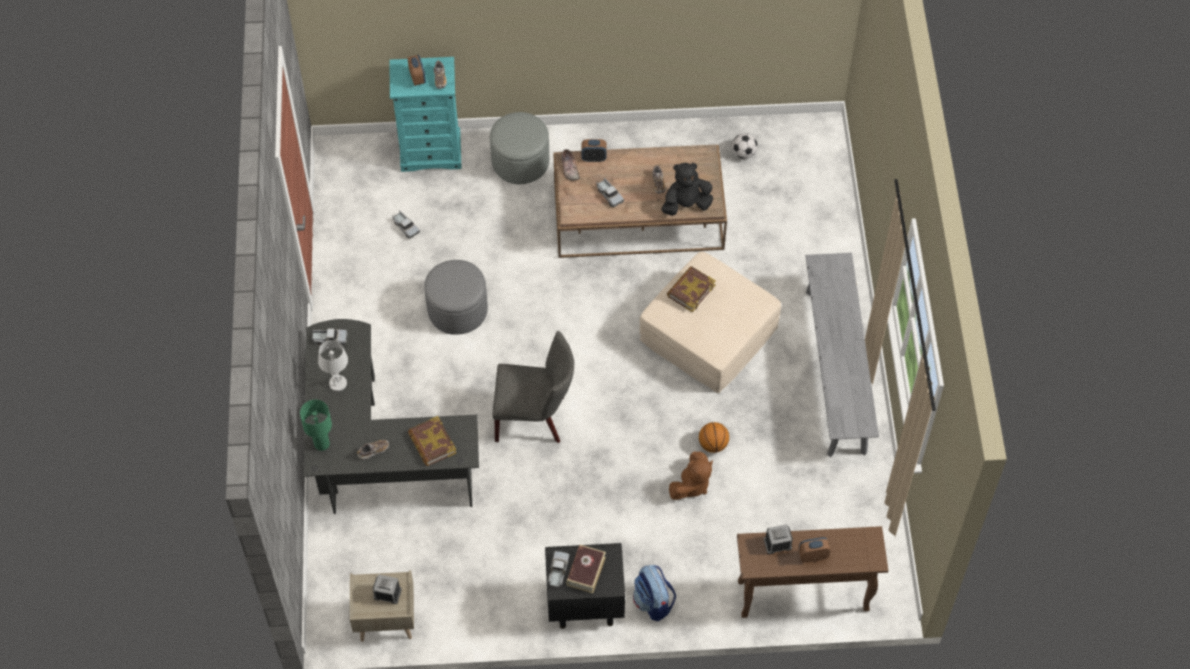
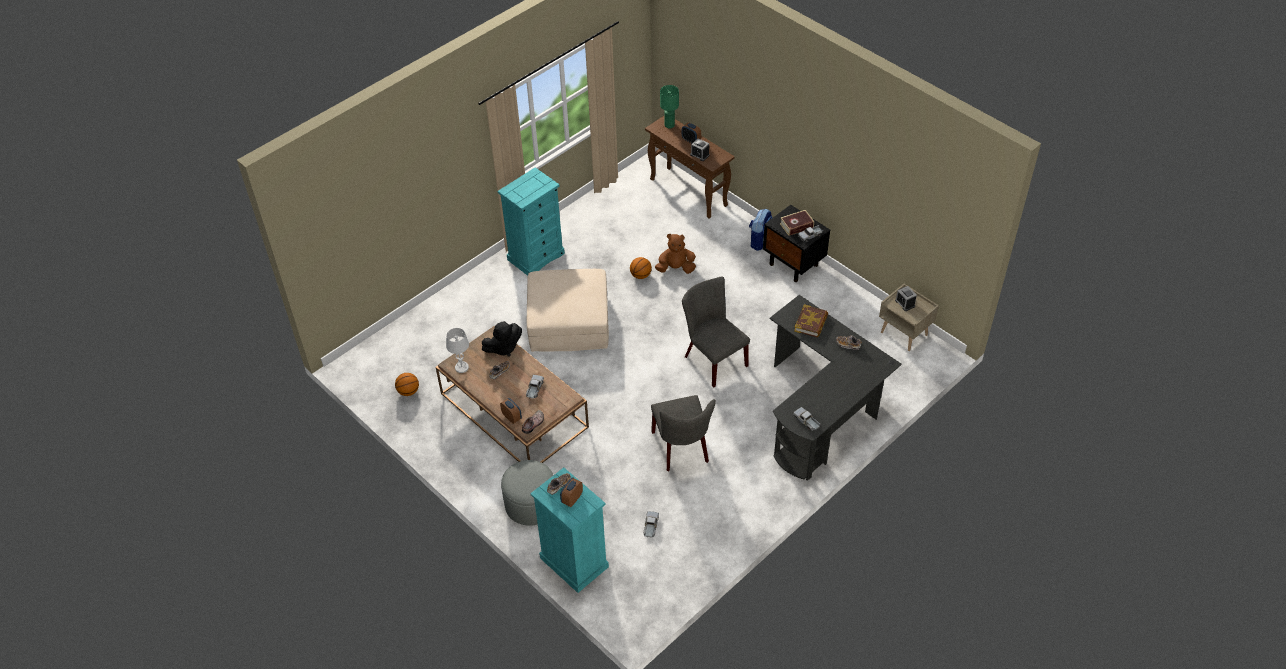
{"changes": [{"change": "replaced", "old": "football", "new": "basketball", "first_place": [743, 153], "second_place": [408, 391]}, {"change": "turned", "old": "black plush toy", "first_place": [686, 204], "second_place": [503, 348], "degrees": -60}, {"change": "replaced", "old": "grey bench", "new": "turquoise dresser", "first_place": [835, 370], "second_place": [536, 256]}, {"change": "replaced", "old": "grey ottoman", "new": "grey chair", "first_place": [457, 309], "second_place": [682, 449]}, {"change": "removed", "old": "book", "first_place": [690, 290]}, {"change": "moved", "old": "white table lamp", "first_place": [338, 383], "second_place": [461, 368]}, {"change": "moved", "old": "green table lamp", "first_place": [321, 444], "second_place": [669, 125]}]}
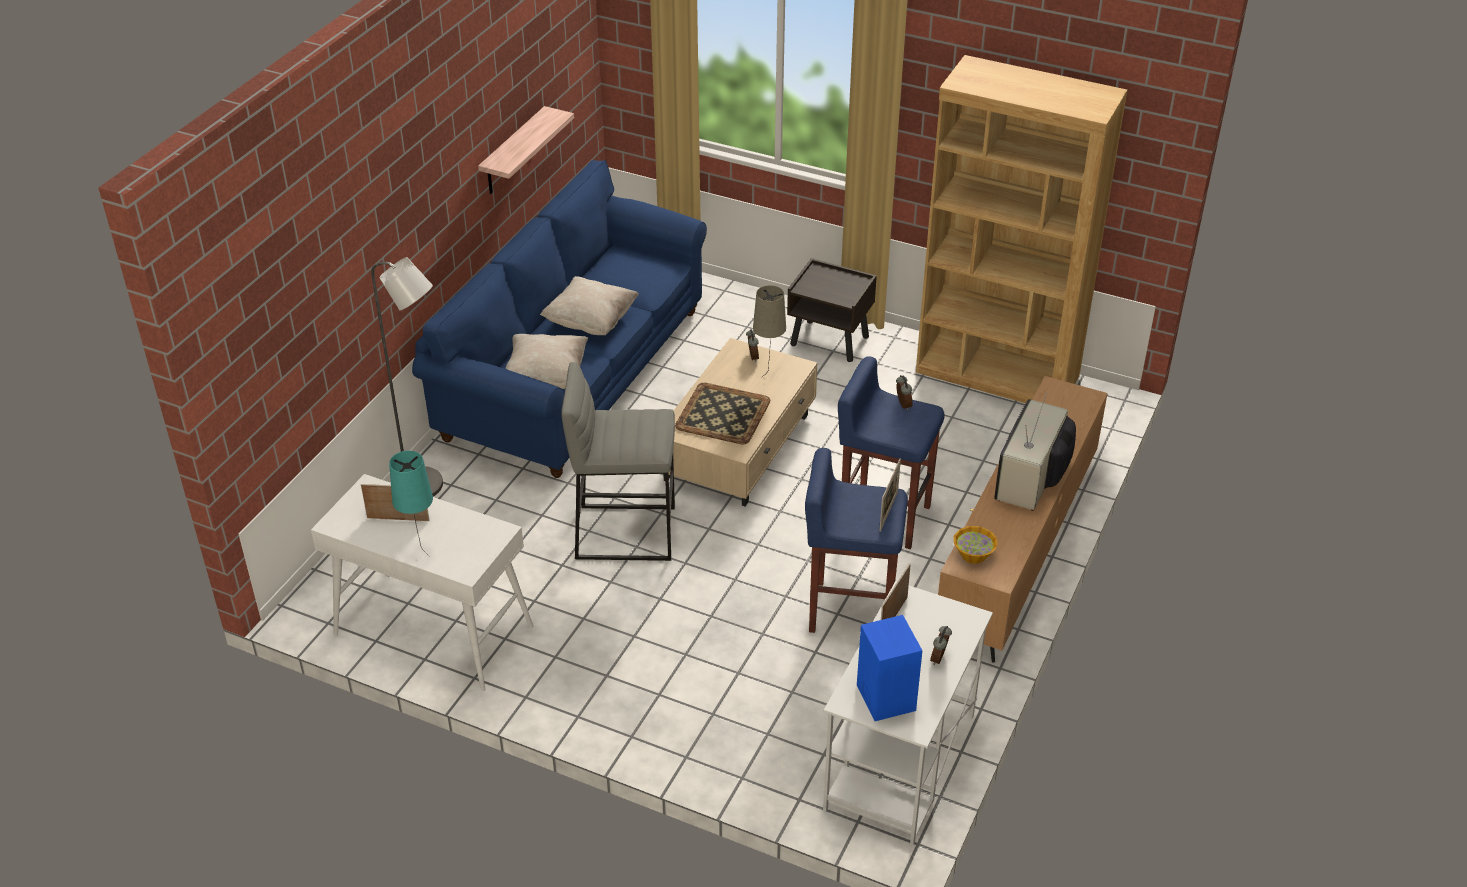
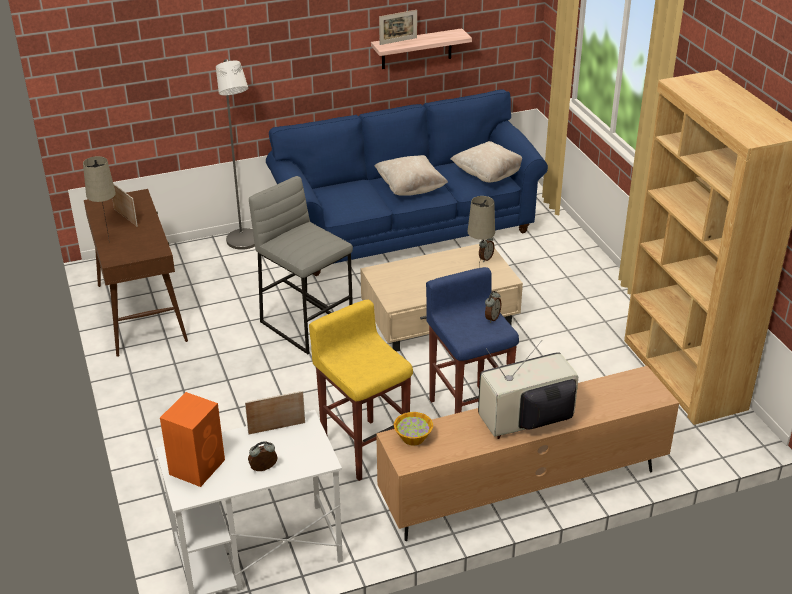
{"changes": [{"change": "removed", "old": "brown nightstand", "first_place": [830, 341]}, {"change": "moved", "old": "beige pillow", "first_place": [546, 377], "second_place": [488, 175]}, {"change": "removed", "old": "tray", "first_place": [722, 414]}, {"change": "recoloured", "old": "blue stool", "new": "yellow stool", "first_place": [850, 610], "second_place": [365, 448]}, {"change": "recoloured", "old": "turquoise table lamp", "new": "beige table lamp", "first_place": [421, 552], "second_place": [108, 238]}, {"change": "moved", "old": "picture frame", "first_place": [888, 511], "second_place": [398, 41]}, {"change": "recoloured", "old": "white console table", "new": "brown console table", "first_place": [432, 631], "second_place": [140, 312]}, {"change": "recoloured", "old": "blue speaker", "new": "orange speaker", "first_place": [885, 696], "second_place": [198, 466]}]}
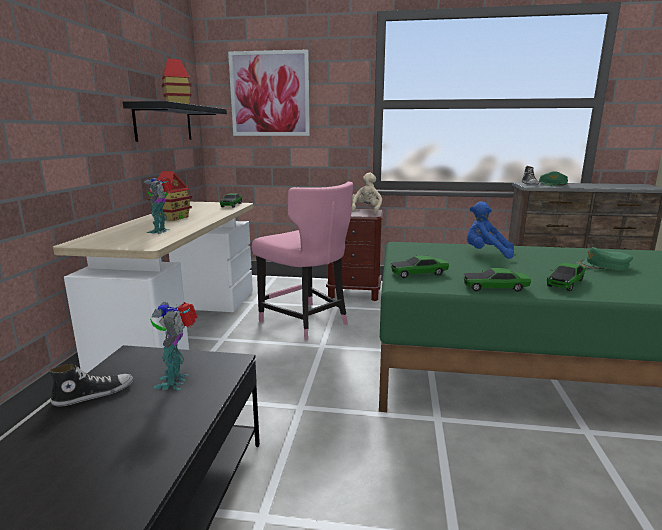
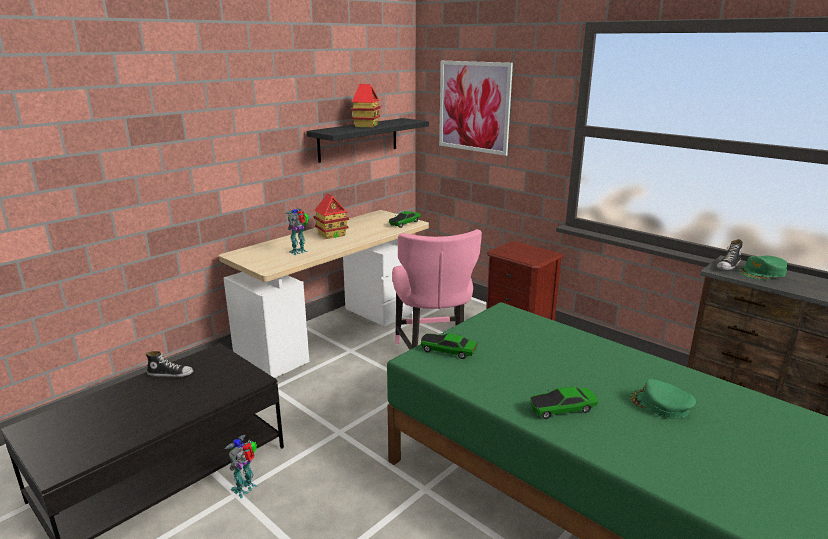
{"changes": [{"change": "removed", "old": "beige plush toy", "first_place": [366, 210]}, {"change": "removed", "old": "blue plush toy", "first_place": [486, 254]}, {"change": "removed", "old": "toy car", "first_place": [494, 288]}, {"change": "moved", "old": "toy robot", "first_place": [176, 381], "second_place": [246, 488]}]}
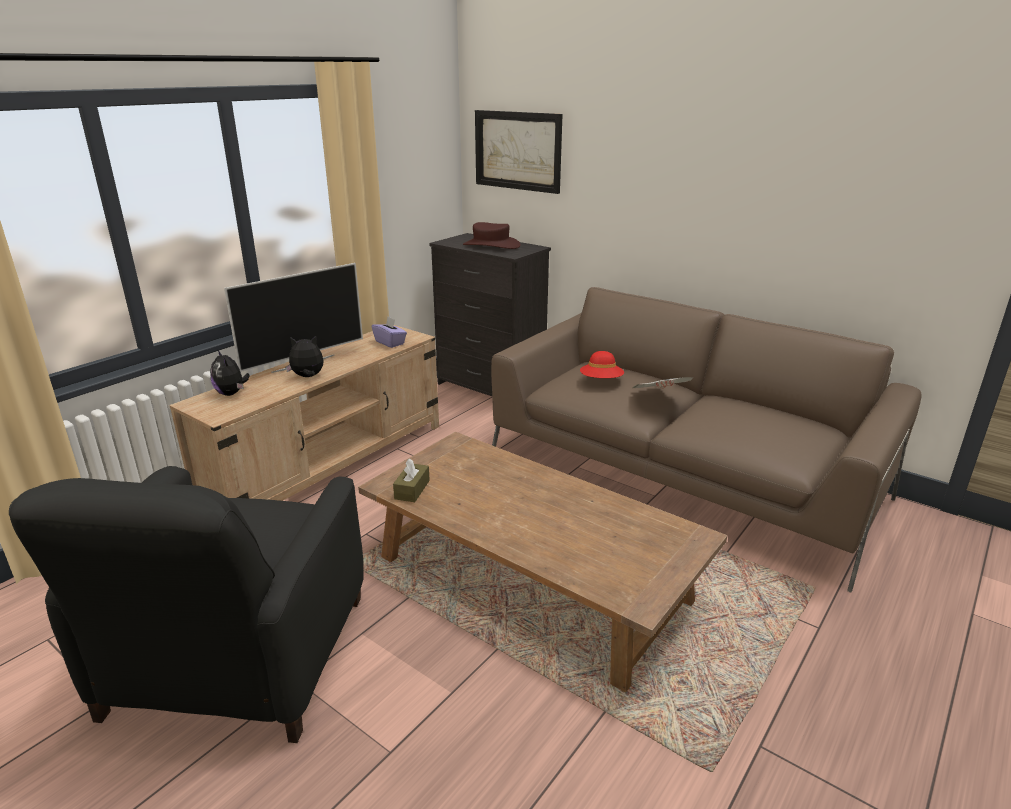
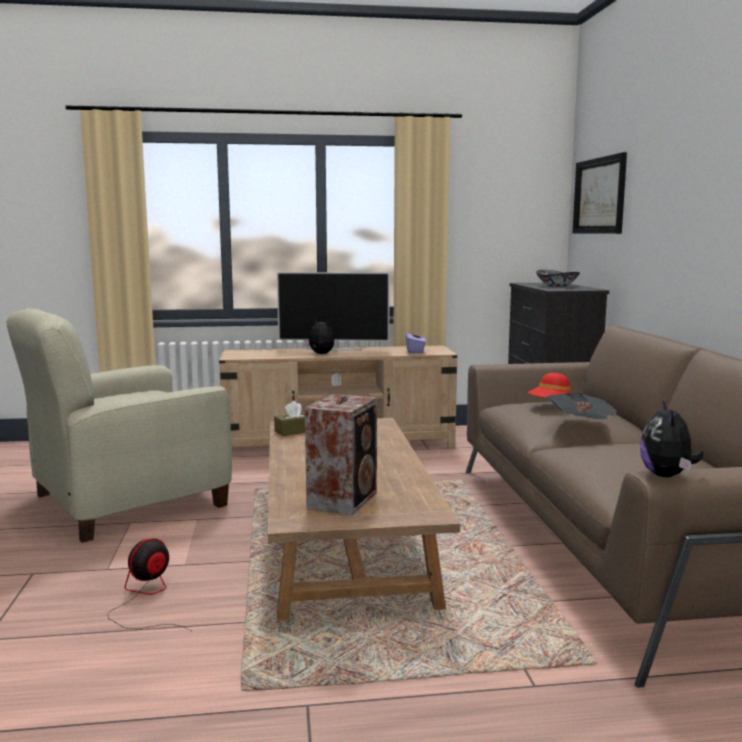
{"changes": [{"change": "replaced", "old": "brown hat", "new": "bowl", "first_place": [491, 245], "second_place": [556, 286]}, {"change": "moved", "old": "plush toy", "first_place": [232, 393], "second_place": [667, 476]}, {"change": "recoloured", "old": "black armchair", "new": "beige armchair", "first_place": [238, 657], "second_place": [127, 501]}, {"change": "added", "new": "speaker", "second_place": [344, 499]}, {"change": "added", "new": "fan", "second_place": [147, 598]}]}
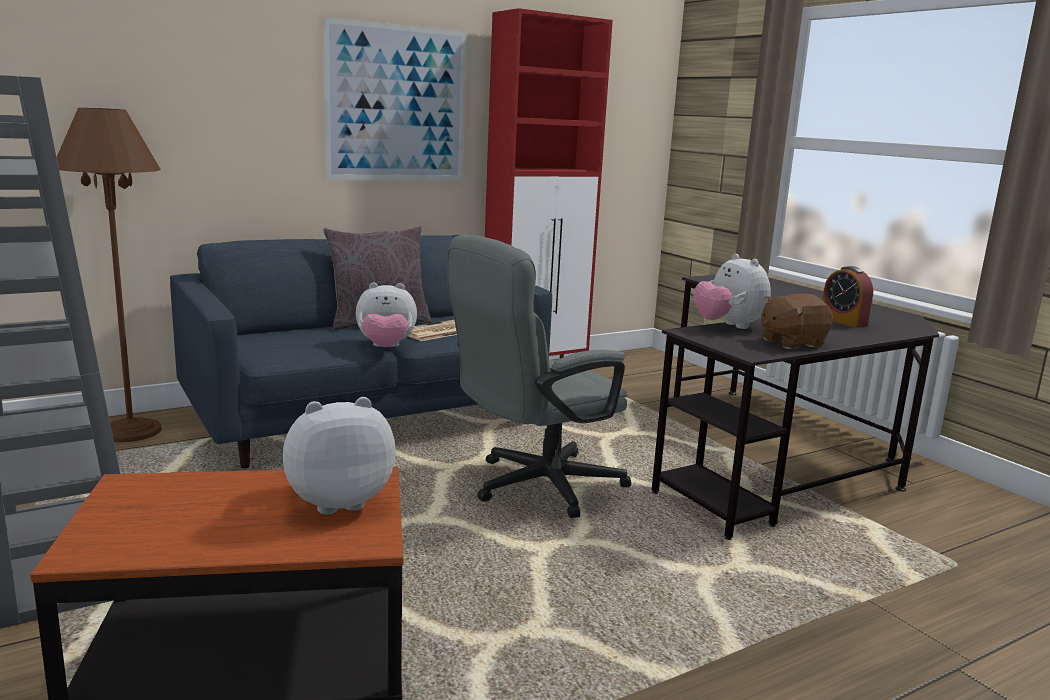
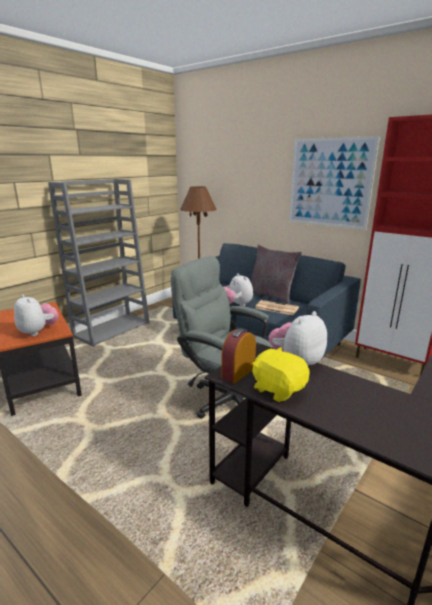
{"changes": [{"change": "moved", "old": "alarm clock", "first_place": [843, 321], "second_place": [238, 372]}, {"change": "recoloured", "old": "brown plush toy", "new": "yellow plush toy", "first_place": [791, 342], "second_place": [278, 389]}]}
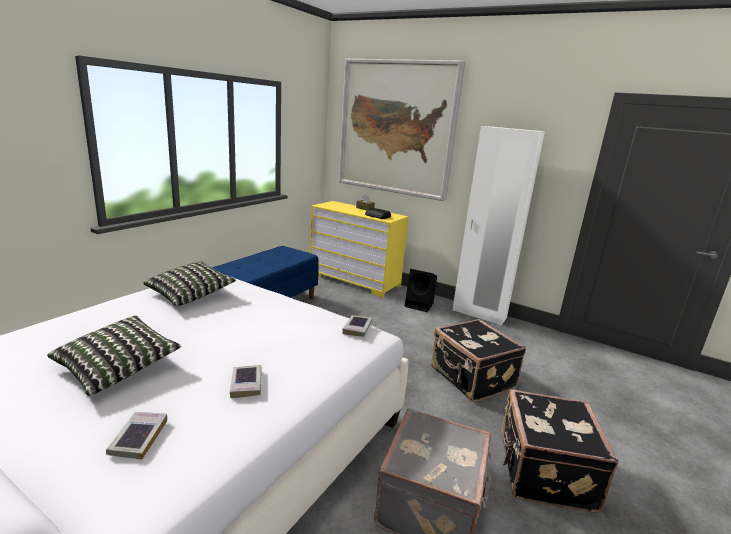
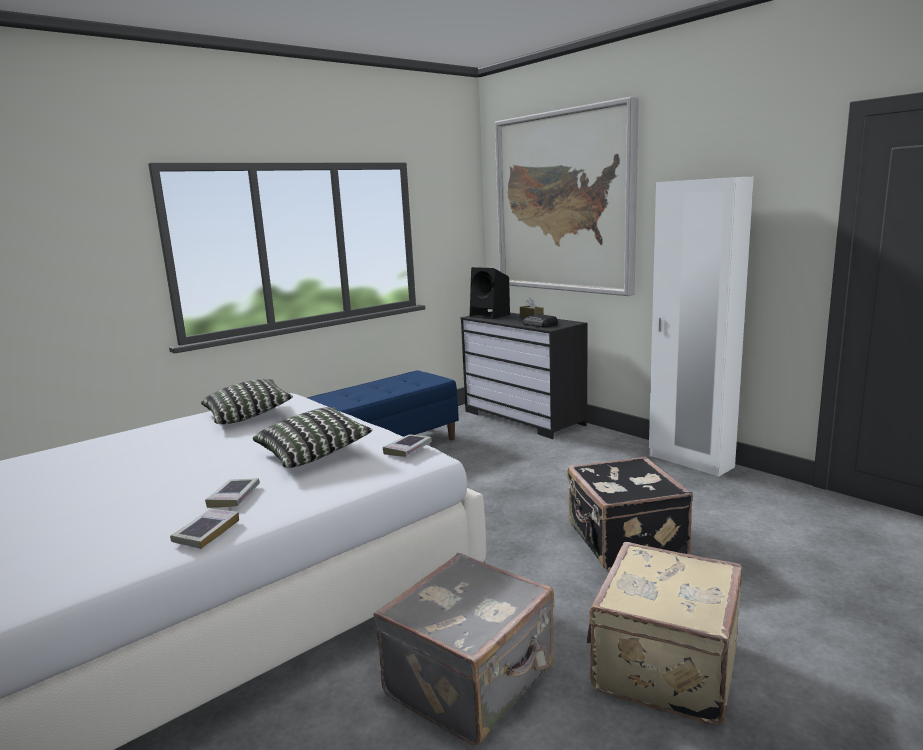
{"changes": [{"change": "recoloured", "old": "yellow dresser", "new": "black dresser", "first_place": [354, 280], "second_place": [524, 418]}, {"change": "moved", "old": "black speaker", "first_place": [420, 305], "second_place": [491, 315]}, {"change": "moved", "old": "pillow", "first_place": [117, 368], "second_place": [313, 453]}, {"change": "recoloured", "old": "black suitcase", "new": "beige suitcase", "first_place": [543, 472], "second_place": [662, 665]}, {"change": "moved", "old": "book", "first_place": [138, 438], "second_place": [206, 532]}]}
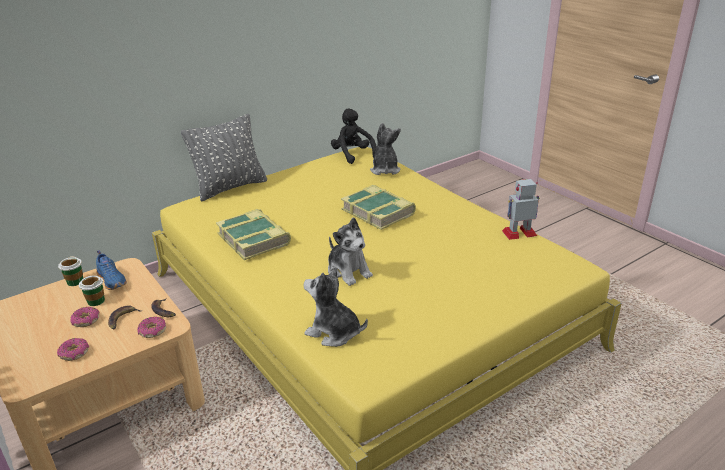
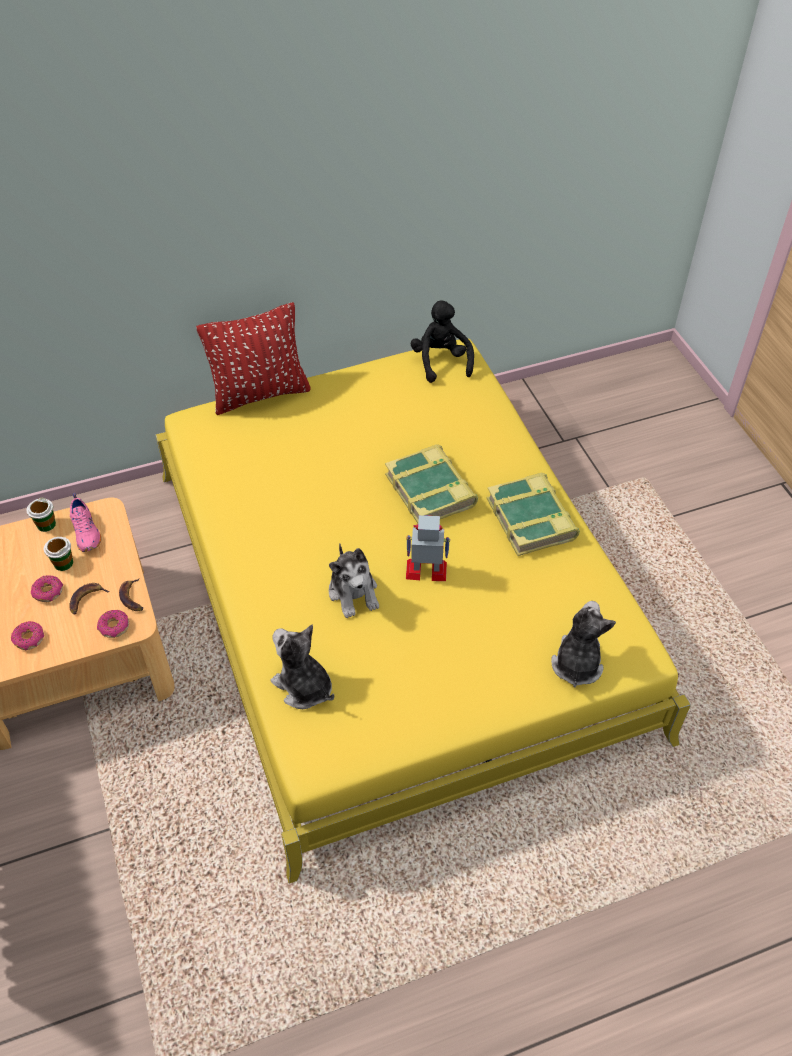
{"changes": [{"change": "recoloured", "old": "grey pillow", "new": "red pillow", "first_place": [230, 187], "second_place": [260, 394]}, {"change": "moved", "old": "plush toy", "first_place": [385, 170], "second_place": [576, 663]}, {"change": "moved", "old": "toy robot", "first_place": [519, 233], "second_place": [427, 570]}, {"change": "moved", "old": "book", "first_place": [254, 239], "second_place": [532, 519]}, {"change": "recoloured", "old": "blue shoe", "new": "pink shoe", "first_place": [112, 280], "second_place": [87, 532]}]}
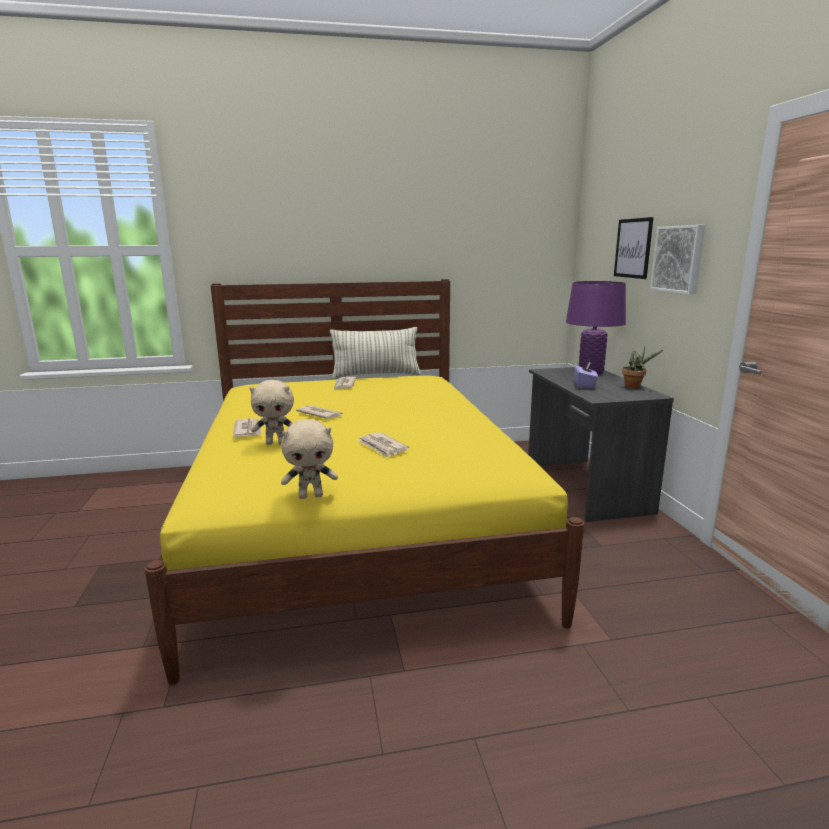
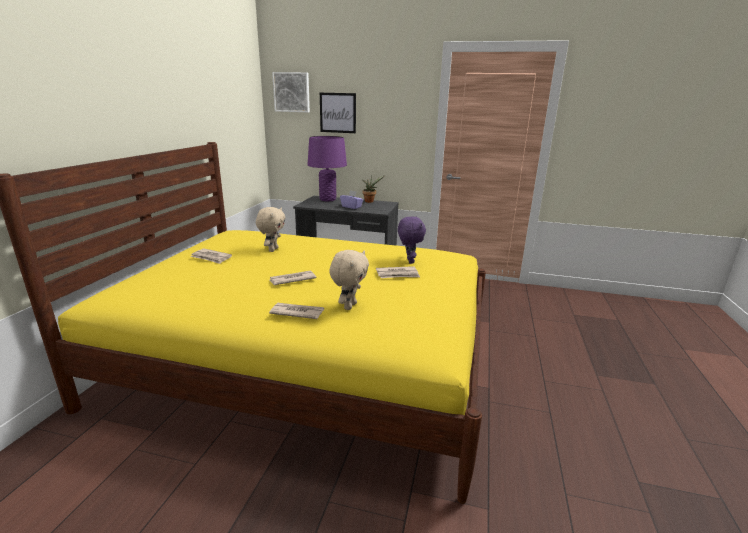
{"changes": [{"change": "moved", "old": "picture", "first_place": [679, 259], "second_place": [292, 92]}, {"change": "removed", "old": "pillow", "first_place": [376, 375]}, {"change": "moved", "old": "beige plush toy", "first_place": [311, 496], "second_place": [272, 249]}, {"change": "added", "new": "purple plush toy", "second_place": [409, 261]}]}
